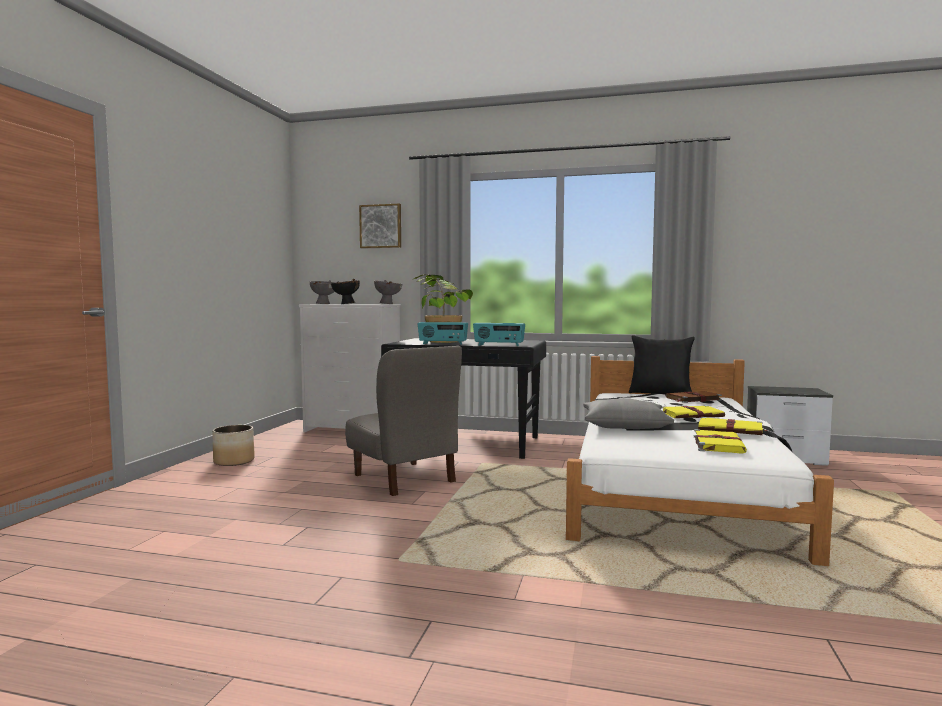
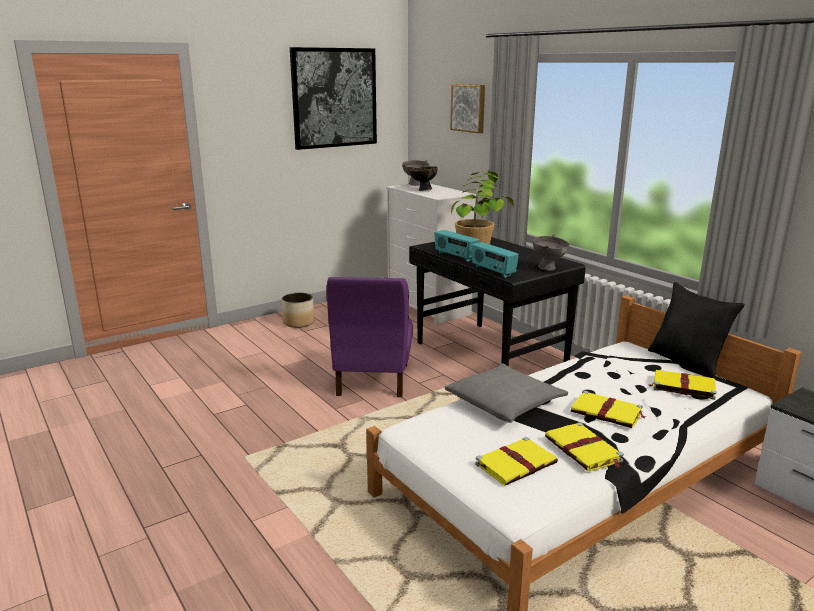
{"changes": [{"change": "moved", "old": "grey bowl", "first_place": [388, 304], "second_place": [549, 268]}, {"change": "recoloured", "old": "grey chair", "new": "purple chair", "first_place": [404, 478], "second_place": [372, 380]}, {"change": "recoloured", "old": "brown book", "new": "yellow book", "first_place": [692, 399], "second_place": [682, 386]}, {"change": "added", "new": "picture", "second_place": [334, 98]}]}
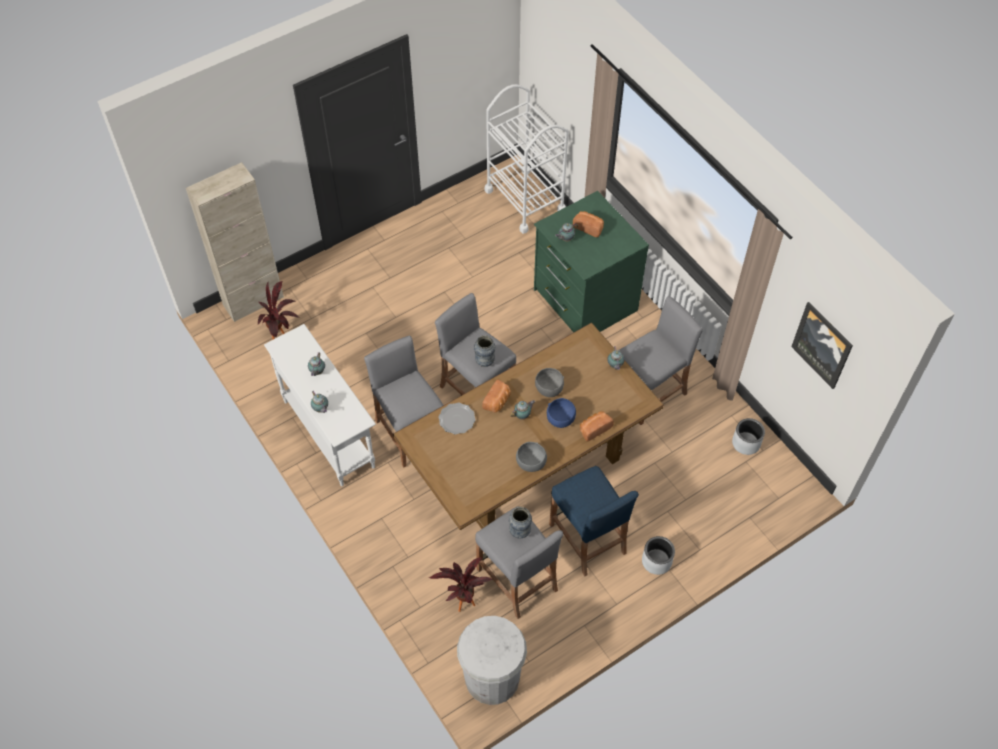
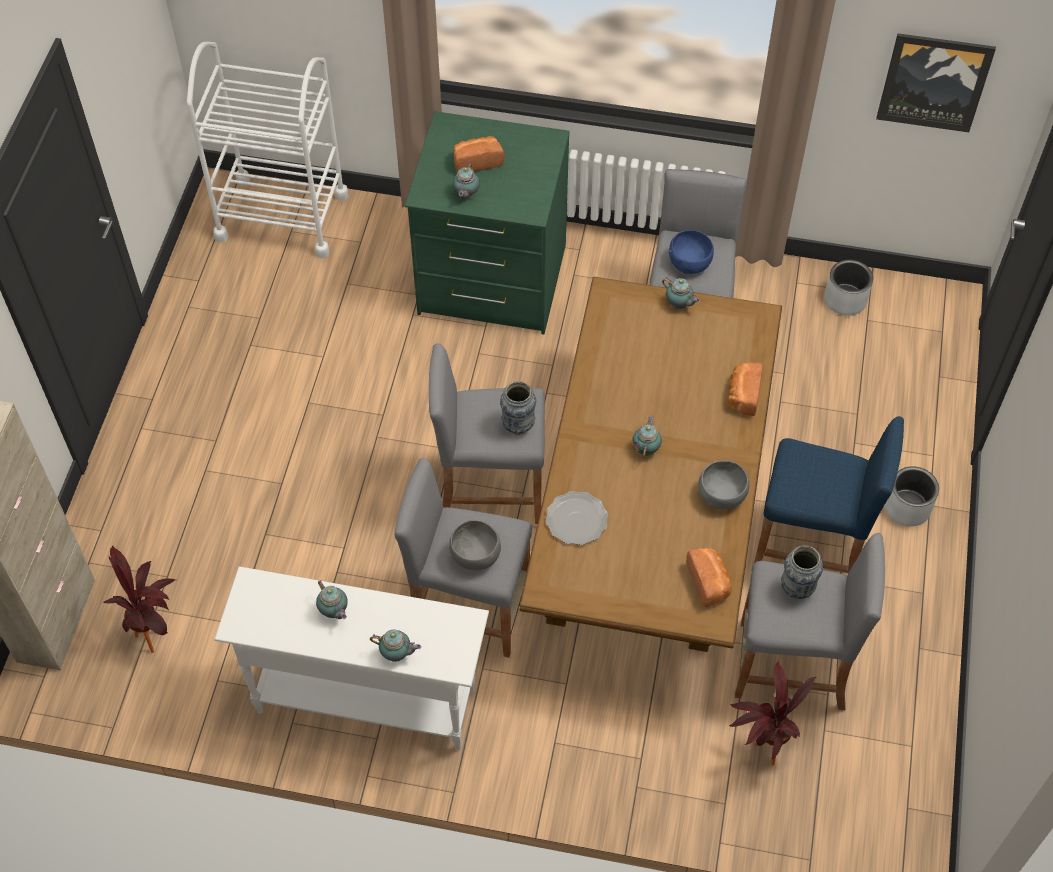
{"changes": [{"change": "moved", "old": "grey bowl", "first_place": [549, 389], "second_place": [476, 555]}, {"change": "moved", "old": "bread", "first_place": [497, 401], "second_place": [709, 582]}, {"change": "moved", "old": "blue bowl", "first_place": [561, 419], "second_place": [689, 262]}, {"change": "removed", "old": "white trash can", "first_place": [492, 678]}]}
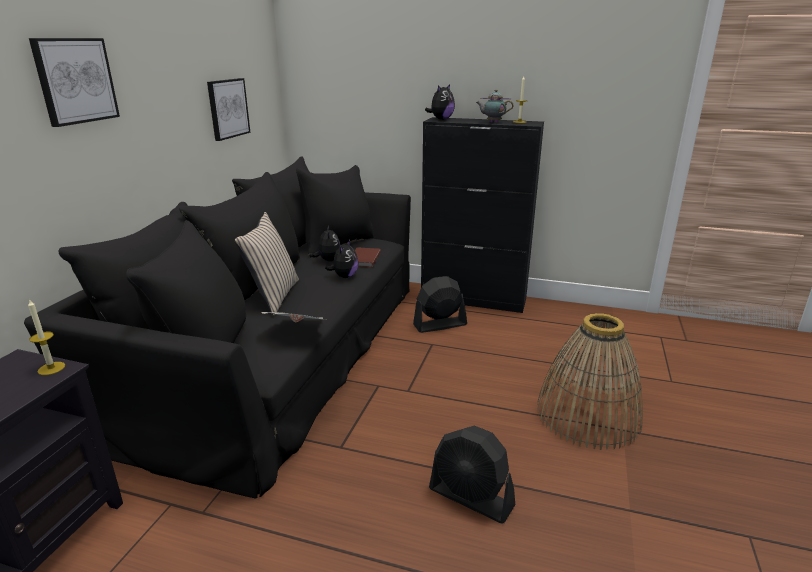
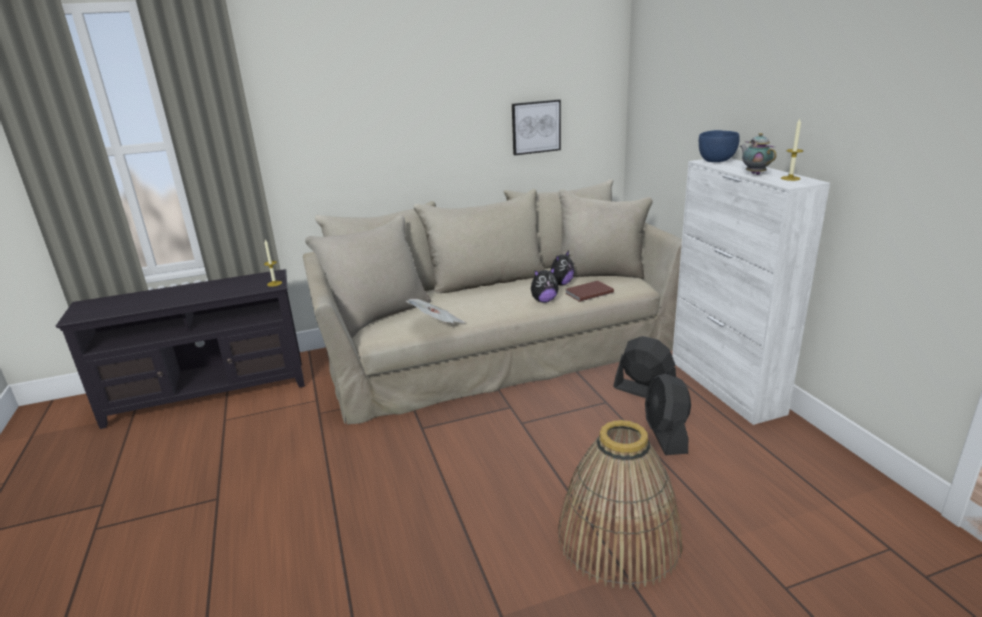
{"changes": [{"change": "removed", "old": "picture", "first_place": [75, 81]}, {"change": "replaced", "old": "plush toy", "new": "blue bowl", "first_place": [441, 119], "second_place": [716, 161]}, {"change": "recoloured", "old": "black cabinet", "new": "white cabinet", "first_place": [474, 299], "second_place": [725, 386]}, {"change": "recoloured", "old": "black sofa", "new": "beige sofa", "first_place": [284, 352], "second_place": [498, 350]}, {"change": "removed", "old": "beige pillow", "first_place": [273, 296]}, {"change": "moved", "old": "black fan", "first_place": [471, 497], "second_place": [666, 435]}]}
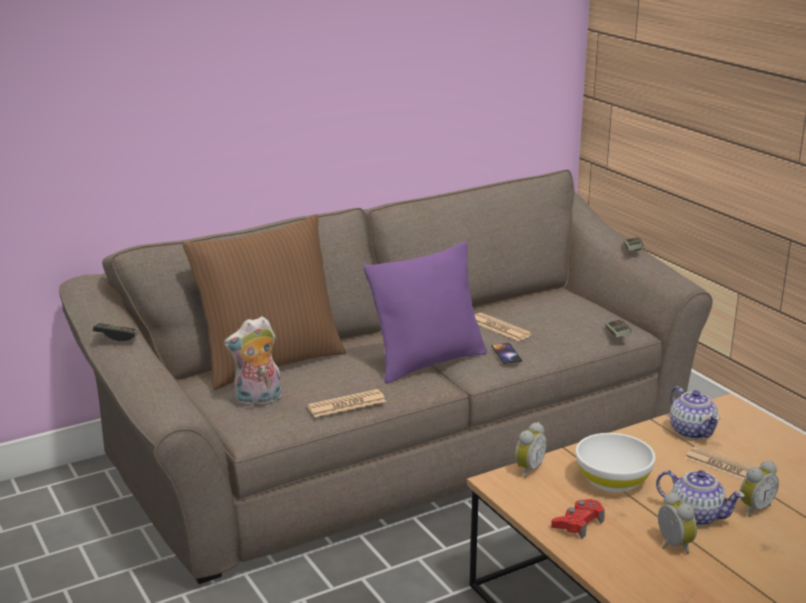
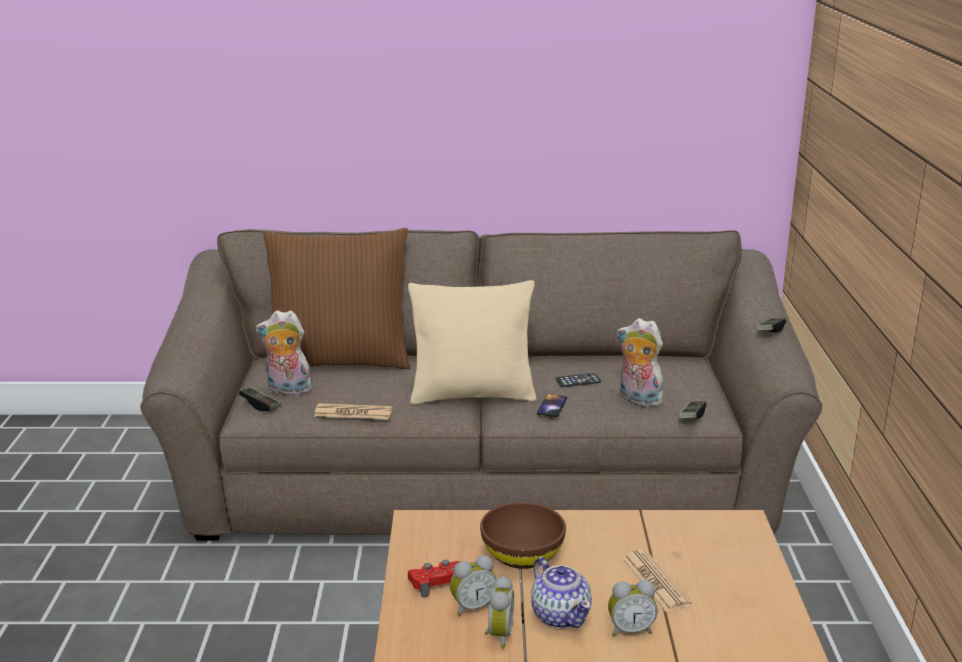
{"changes": [{"change": "recoloured", "old": "purple pillow", "new": "beige pillow", "first_place": [428, 362], "second_place": [472, 395]}, {"change": "replaced", "old": "newspaper", "new": "phone", "first_place": [500, 328], "second_place": [578, 381]}, {"change": "moved", "old": "game controller", "first_place": [116, 337], "second_place": [260, 405]}, {"change": "removed", "old": "teapot", "first_place": [692, 431]}, {"change": "moved", "old": "alarm clock", "first_place": [527, 469], "second_place": [472, 607]}, {"change": "recoloured", "old": "white bowl", "new": "brown bowl", "first_place": [613, 480], "second_place": [522, 555]}, {"change": "added", "new": "plush toy", "second_place": [637, 400]}]}
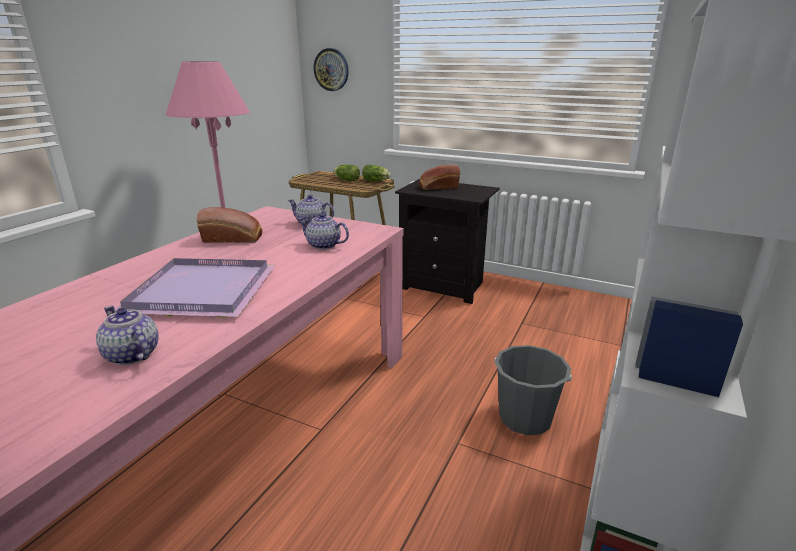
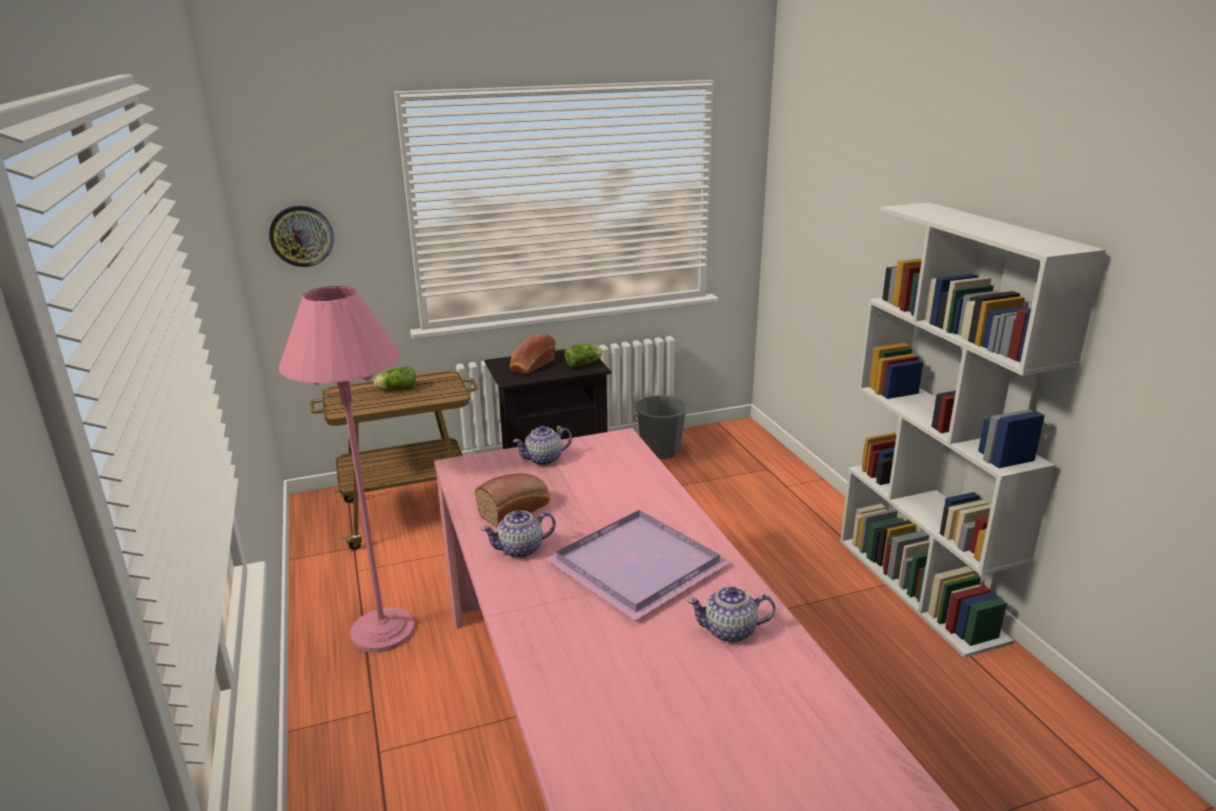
{"changes": [{"change": "moved", "old": "lettuce", "first_place": [376, 181], "second_place": [584, 364]}, {"change": "moved", "old": "teapot", "first_place": [324, 245], "second_place": [521, 549]}, {"change": "moved", "old": "grey bucket", "first_place": [525, 418], "second_place": [660, 450]}]}
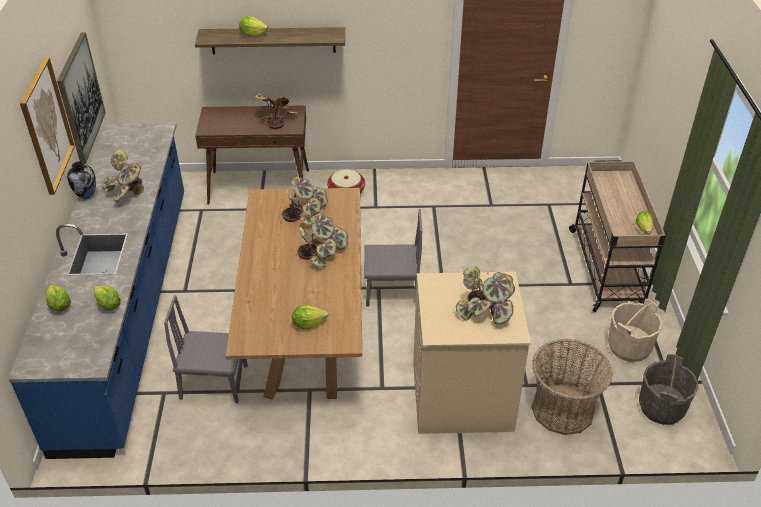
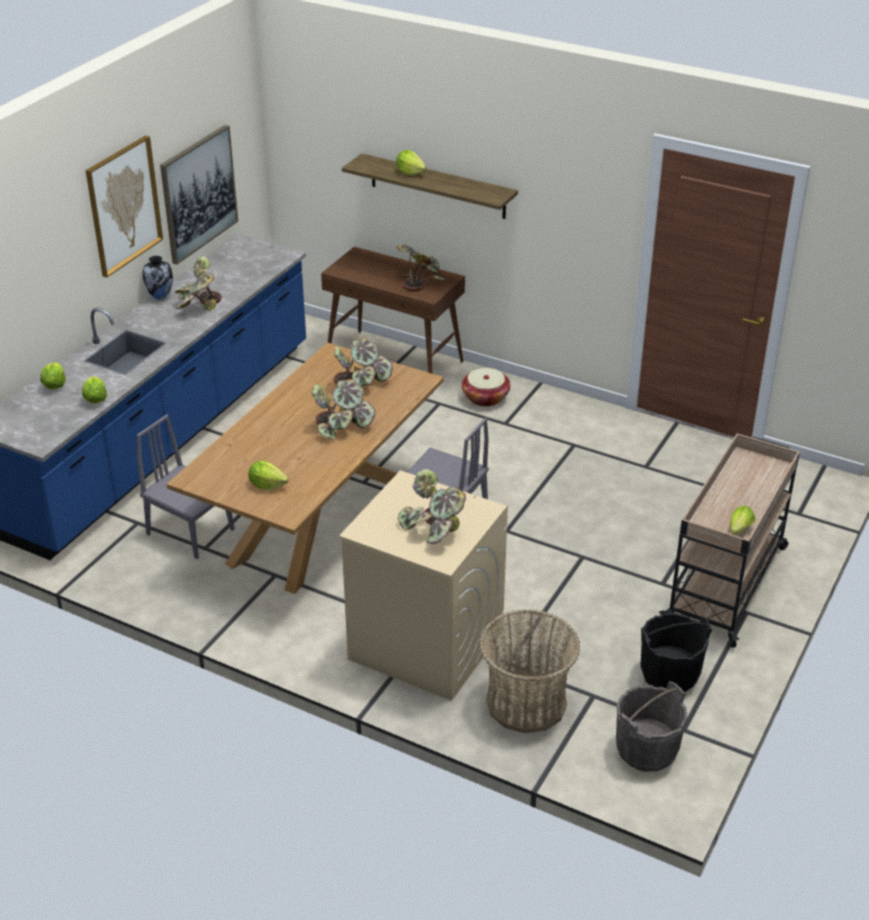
{"changes": [{"change": "recoloured", "old": "beige bucket", "new": "black bucket", "first_place": [629, 347], "second_place": [669, 674]}]}
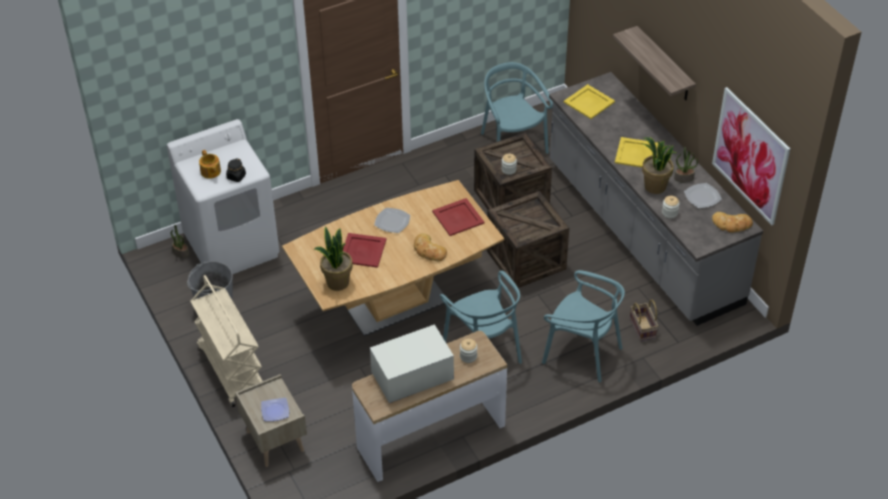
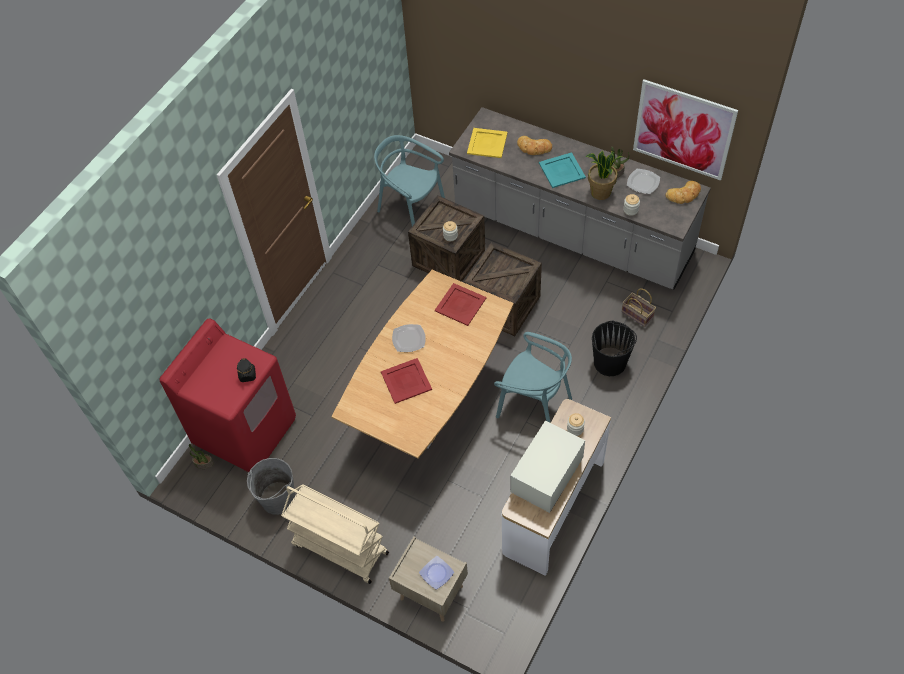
{"changes": [{"change": "removed", "old": "shelf", "first_place": [664, 65]}, {"change": "recoloured", "old": "white washing machine", "new": "red washing machine", "first_place": [232, 246], "second_place": [246, 431]}, {"change": "recoloured", "old": "yellow tray", "new": "turquoise tray", "first_place": [636, 153], "second_place": [562, 170]}, {"change": "removed", "old": "teapot", "first_place": [210, 172]}, {"change": "removed", "old": "potted plant", "first_place": [337, 282]}, {"change": "moved", "old": "bread", "first_place": [429, 251], "second_place": [534, 148]}, {"change": "replaced", "old": "turquoise chair", "new": "black bucket", "first_place": [582, 353], "second_place": [610, 362]}]}
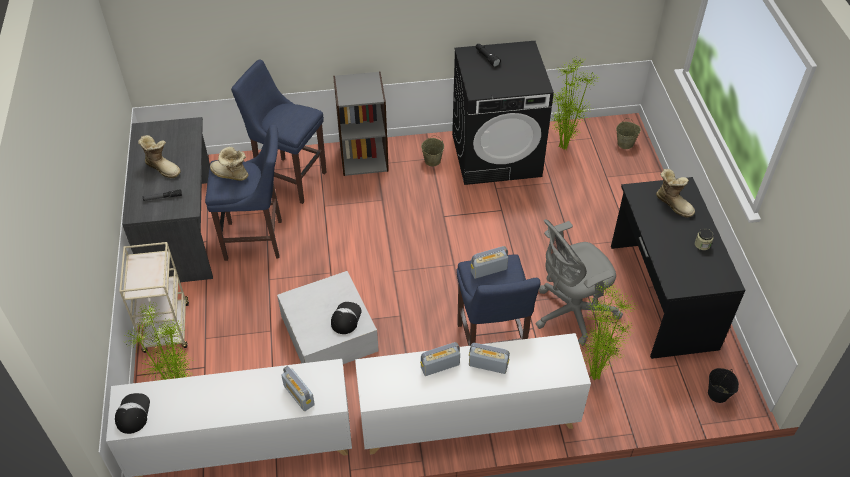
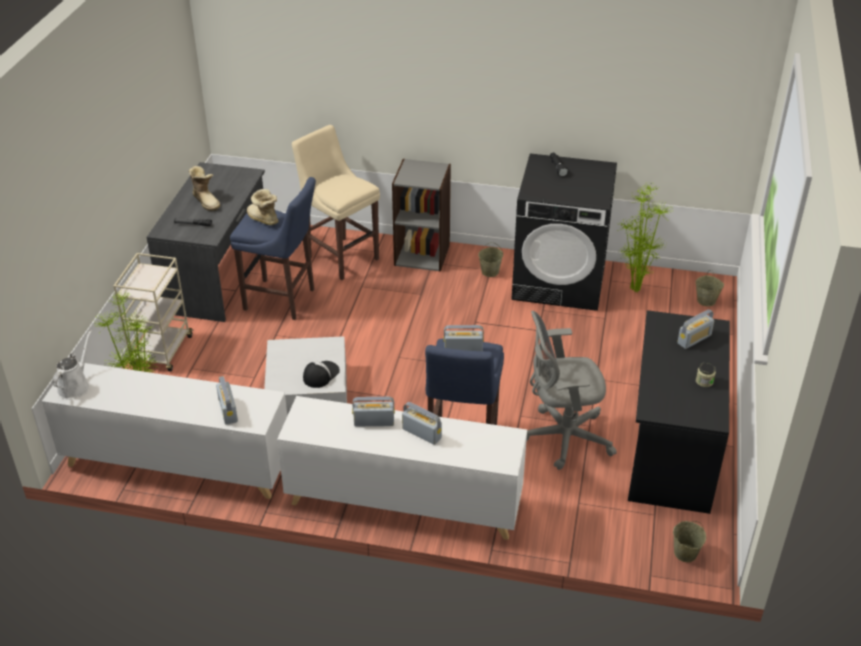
{"changes": [{"change": "recoloured", "old": "blue stool", "new": "beige stool", "first_place": [289, 178], "second_place": [340, 256]}, {"change": "replaced", "old": "boot", "new": "radio", "first_place": [674, 203], "second_place": [694, 339]}, {"change": "removed", "old": "potted plant", "first_place": [593, 375]}, {"change": "recoloured", "old": "black bucket", "new": "beige bucket", "first_place": [718, 394], "second_place": [685, 553]}, {"change": "replaced", "old": "cap", "new": "white watering can", "first_place": [132, 413], "second_place": [75, 386]}]}
